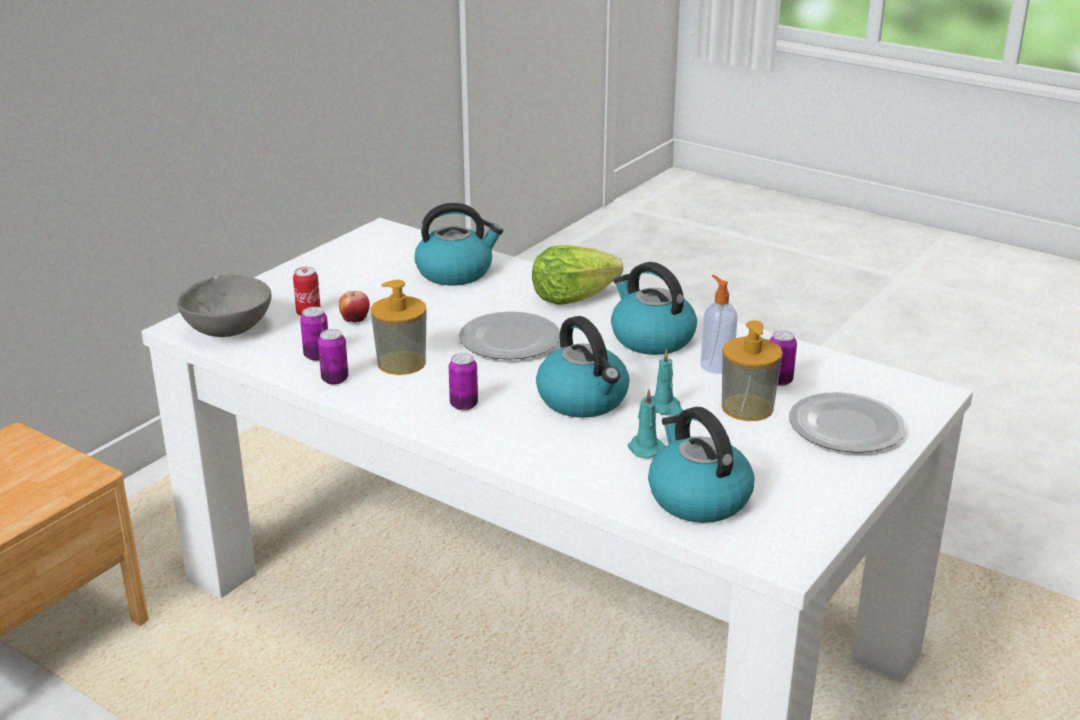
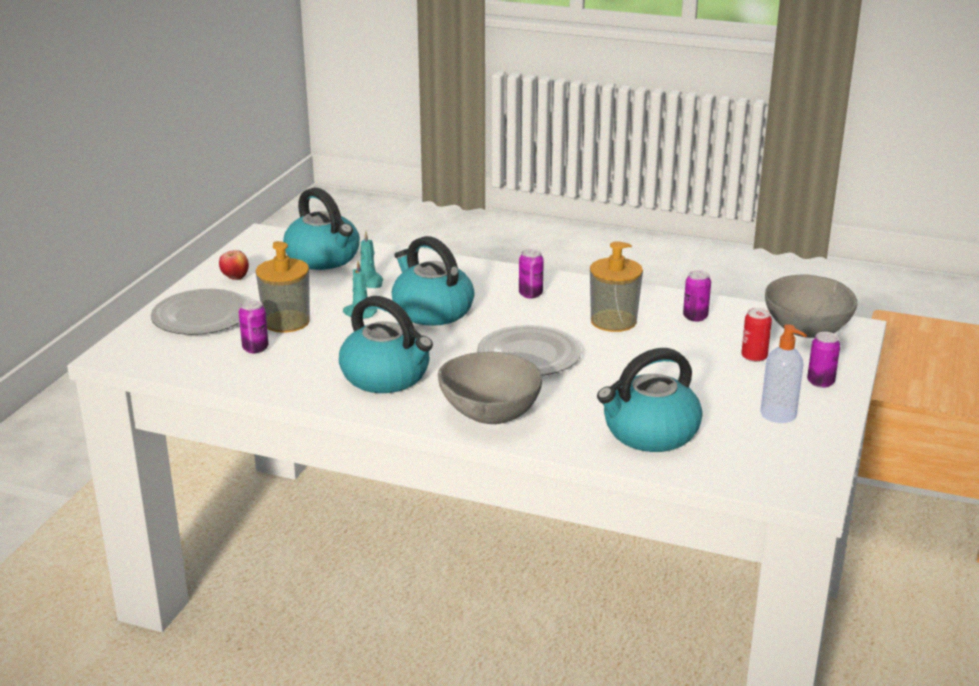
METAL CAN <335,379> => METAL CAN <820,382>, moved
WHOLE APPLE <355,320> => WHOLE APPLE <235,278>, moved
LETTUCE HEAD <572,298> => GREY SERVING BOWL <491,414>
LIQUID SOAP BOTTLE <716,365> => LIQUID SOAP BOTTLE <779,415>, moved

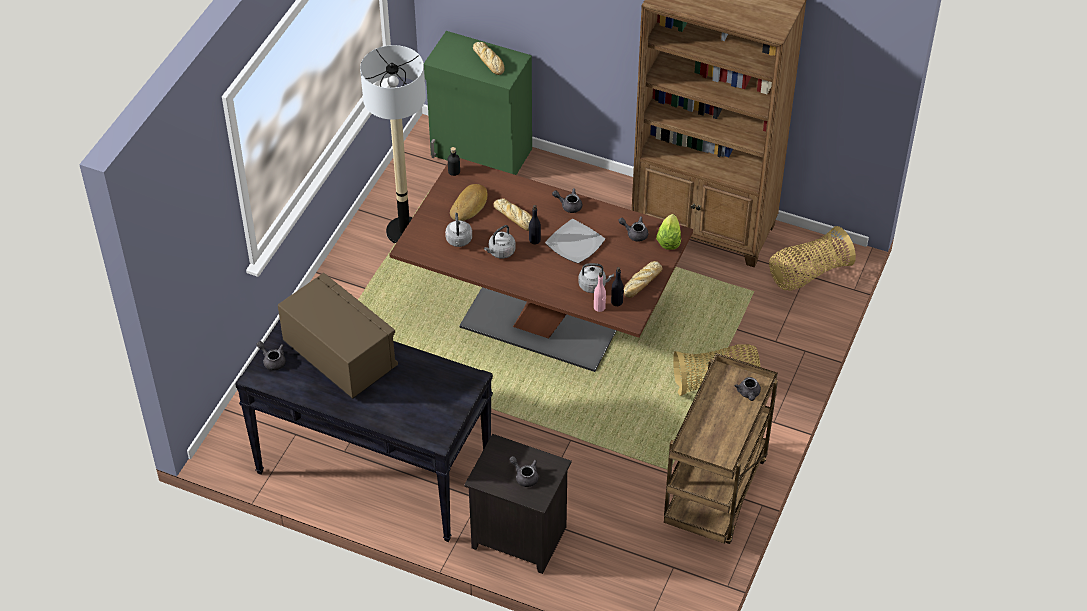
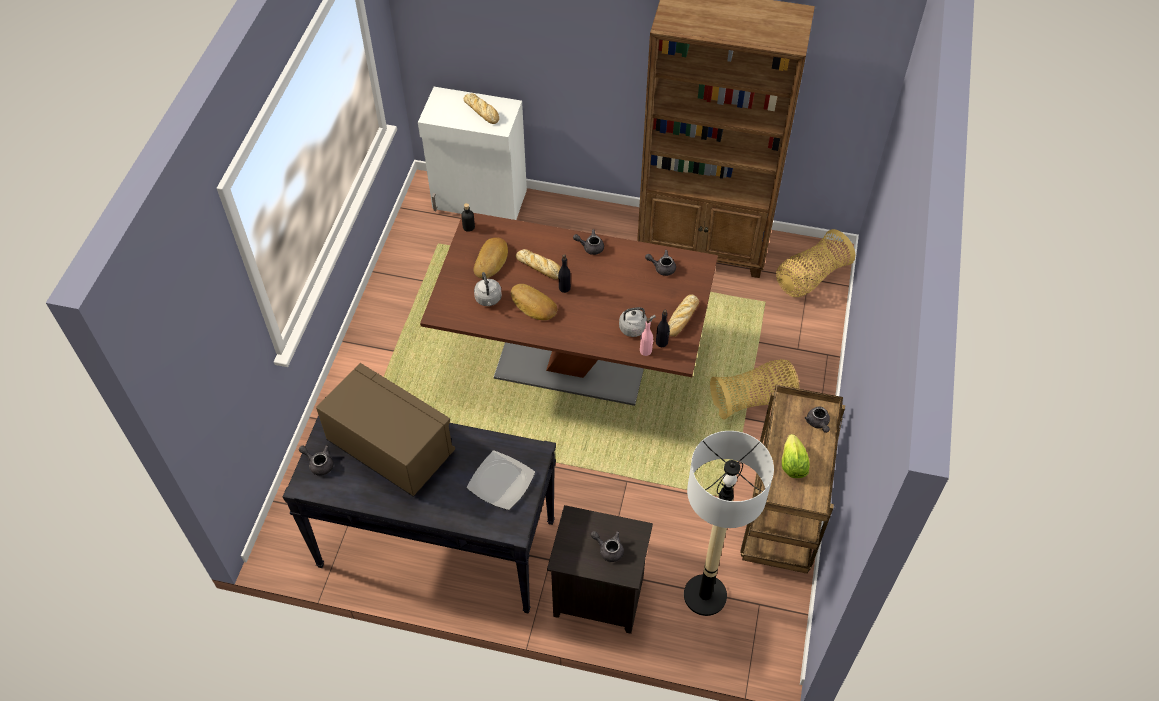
STANDARD LAMP <404,231> => STANDARD LAMP <705,595>, moved
GREEN STORAGE CABINET <481,153> => WHITE STORAGE CABINET <480,200>
GREY KETTLE <500,252> => BAKED BREAD <533,305>
FLAT DISH <575,243> => FLAT DISH <502,482>, moved
LETTUCE HEAD <669,240> => LETTUCE HEAD <792,464>, moved

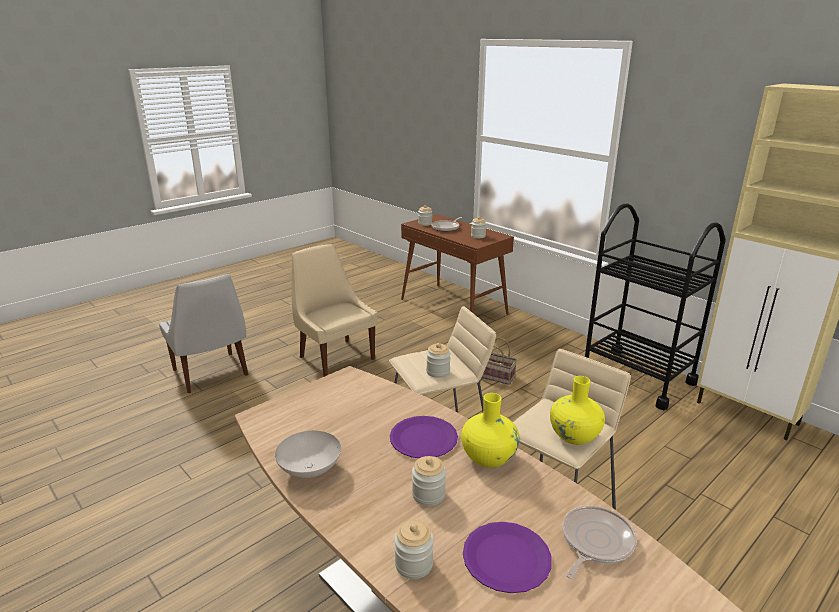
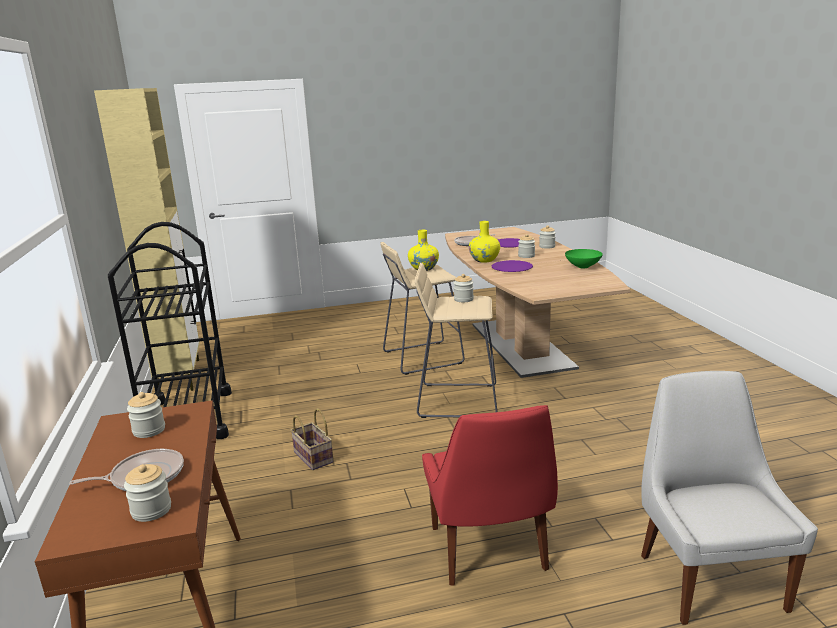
WHITE SERVING BOWL <309,469> => GREEN SERVING BOWL <583,267>
BEIGE-COLOURED CHAIR <335,357> => RED-COLOURED CHAIR <489,551>

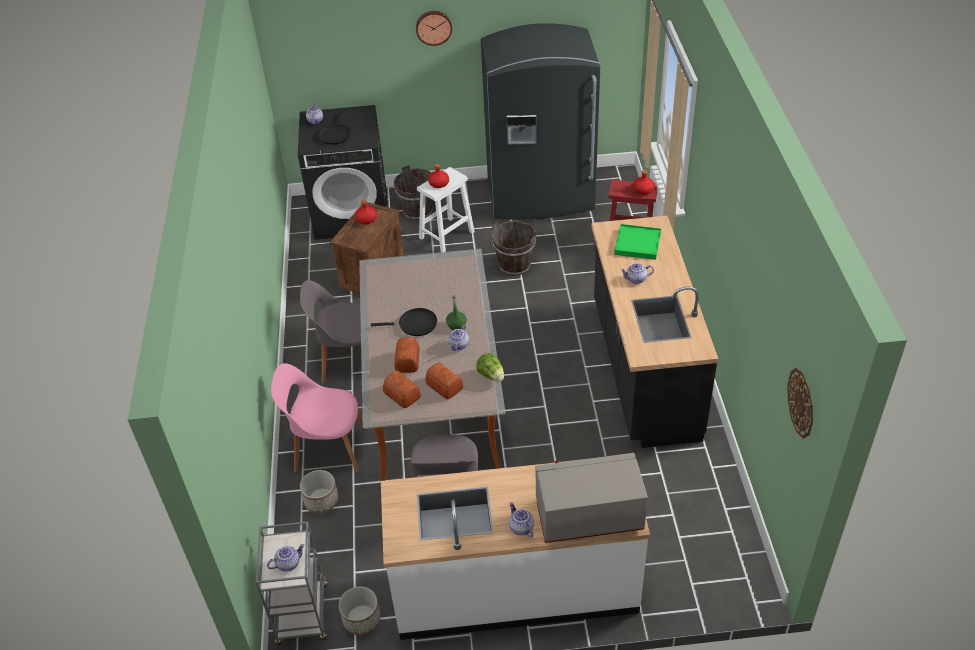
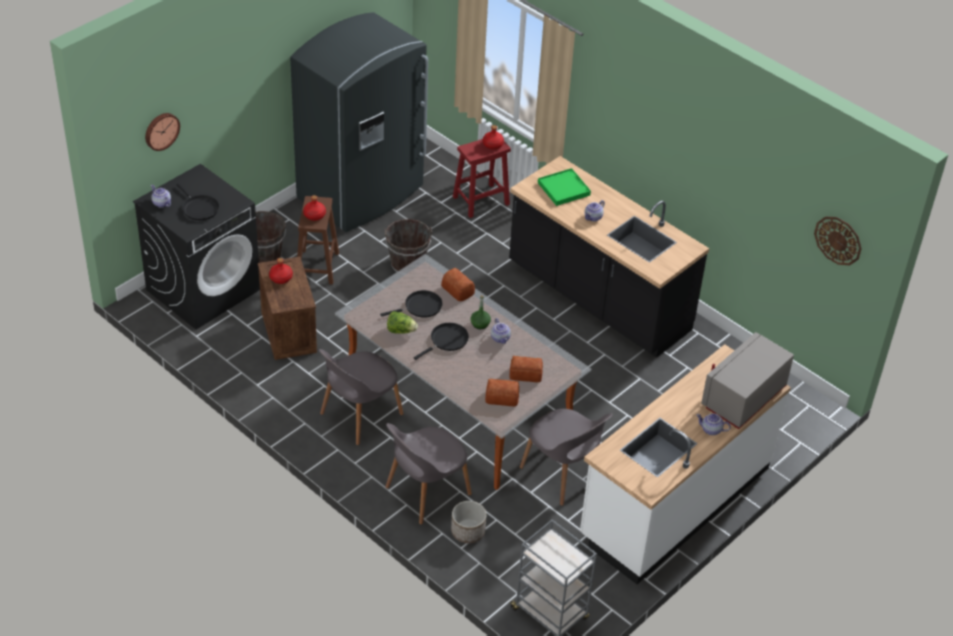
POT FOR TEA <288,563> => nothing
PINK-COLOURED CHAIR <328,449> => GREY CHAIR <426,492>
FLOWER POT <361,619> => nothing
BAKED BREAD <408,360> => BAKED BREAD <458,289>, moved
CLOCK ON THE WALL <433,27> => CLOCK ON THE WALL <161,130>, moved
WHITE STOOL <446,235> => BROWN-COLOURED STOOL <317,267>
LETTUCE HEAD <491,375> => LETTUCE HEAD <401,330>, moved
nothing => BLACKISH FRYING PAN <420,307>

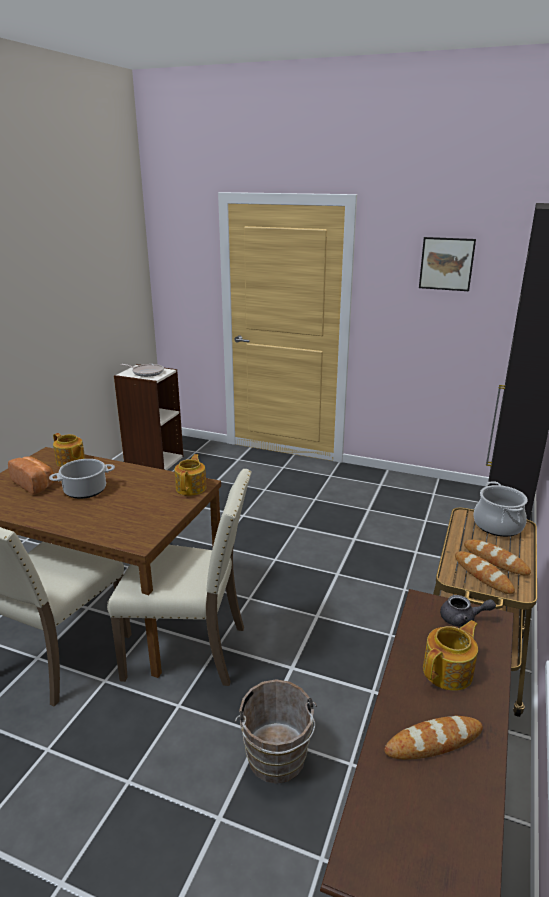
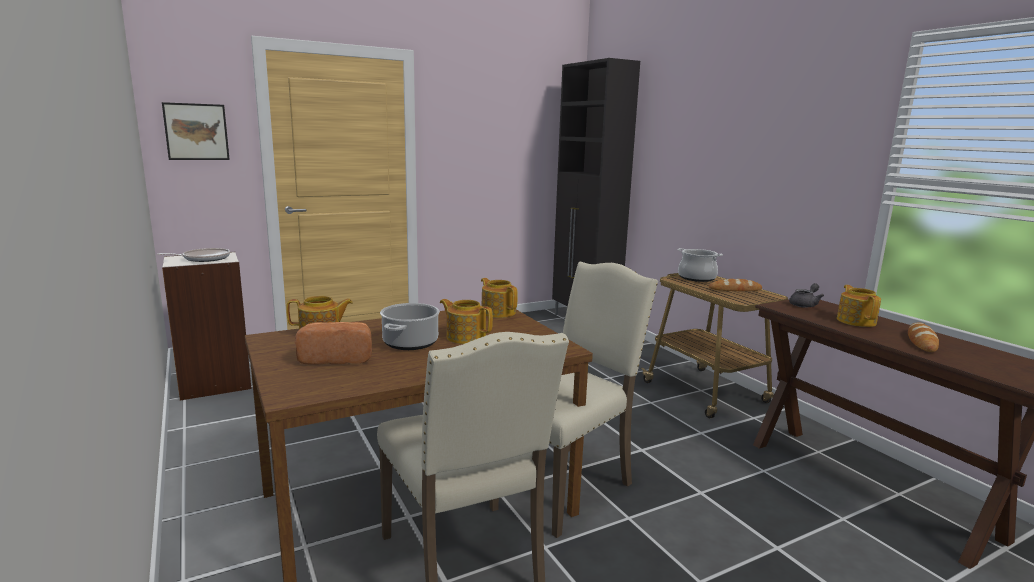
BROWN-COLOURED PAIL <276,761> => nothing
WALL ART <446,264> => WALL ART <196,132>, moved
BAKED BREAD <483,575> => nothing
nothing => POT FOR TEA <465,337>

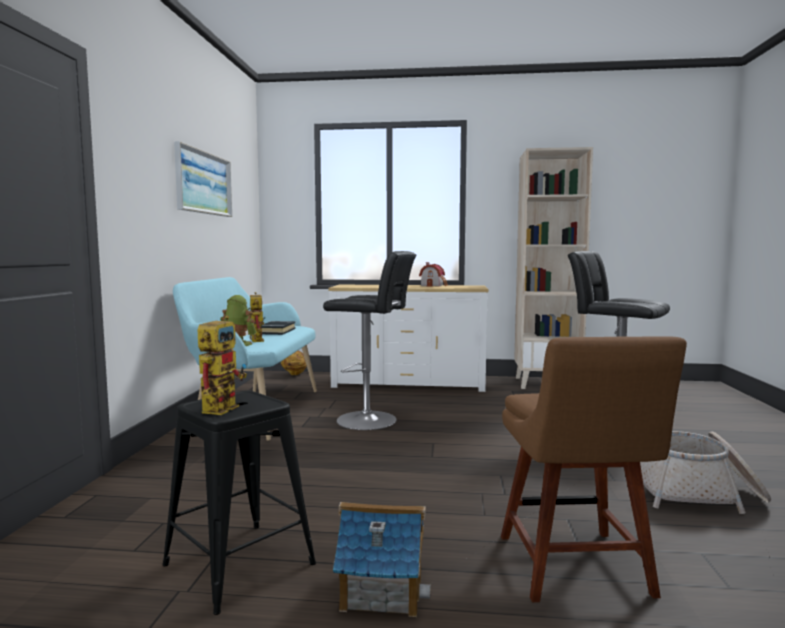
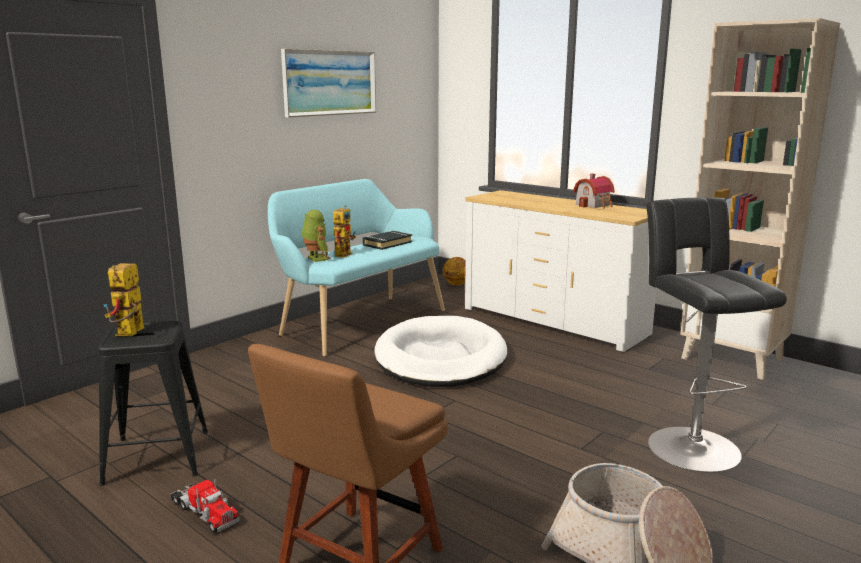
ROBOT FIGURE <222,407> => ROBOT FIGURE <129,334>, 135 degrees clockwise
BLACKISH STOOL <371,420> => WHITE DOG CUSHION <440,358>
MINIATURE HOUSE <381,589> => TOY TRUCK <204,512>

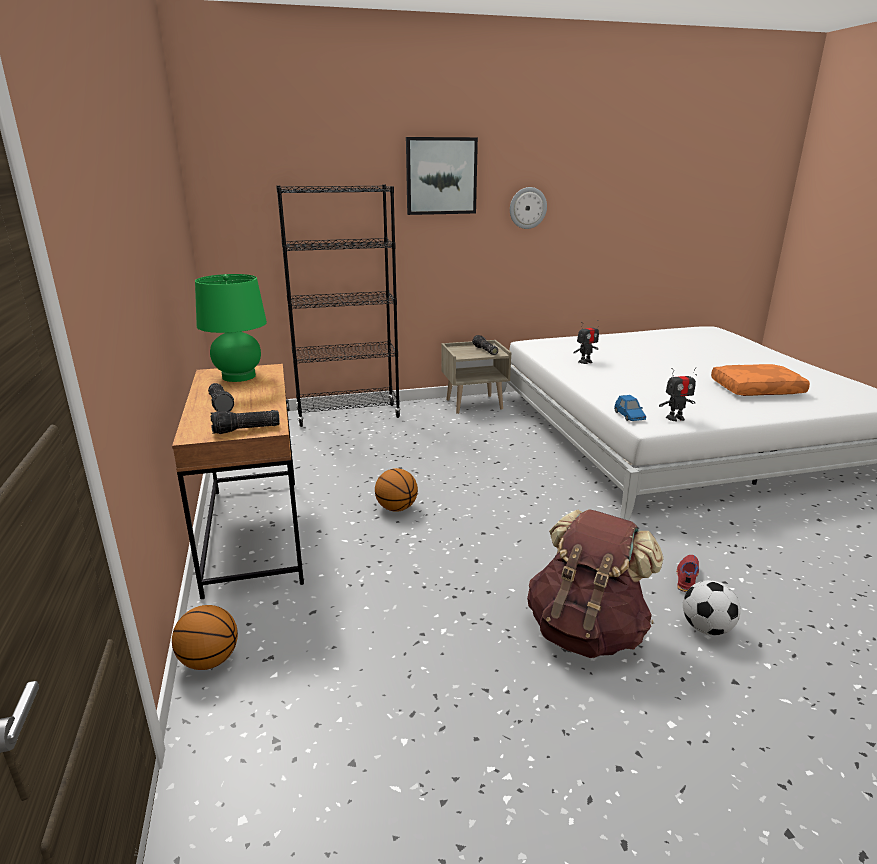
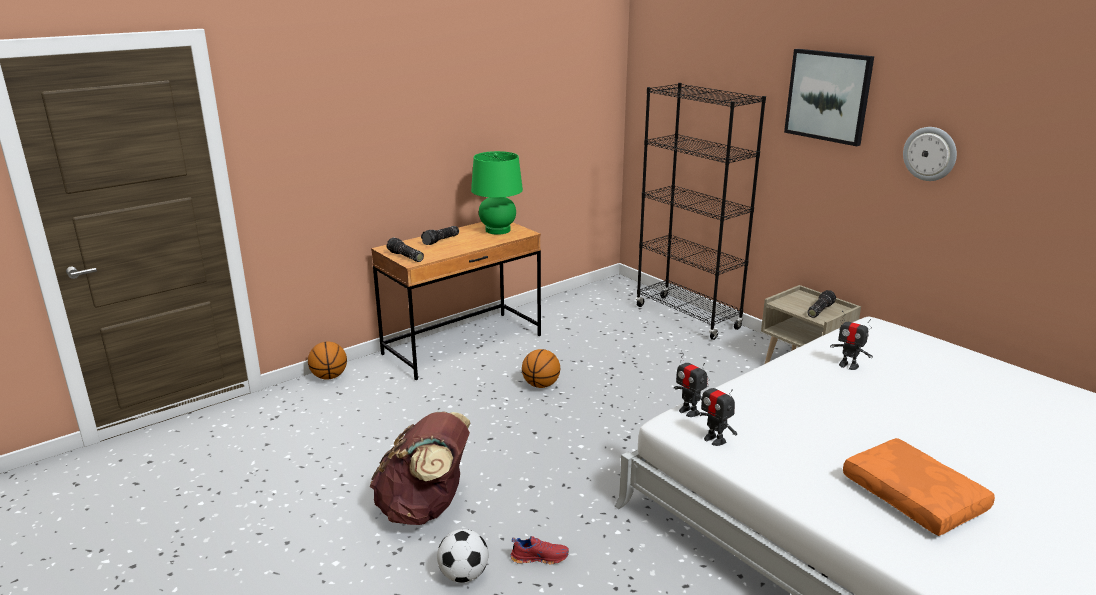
BLUISH MODEL CAR <629,416> => ROBOT FIGURE <689,411>

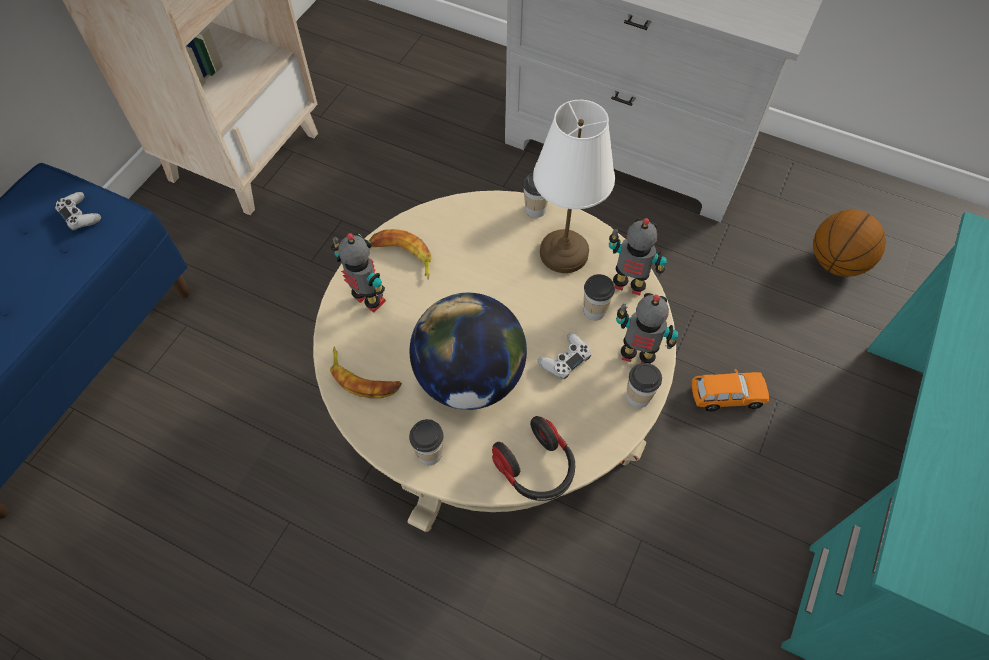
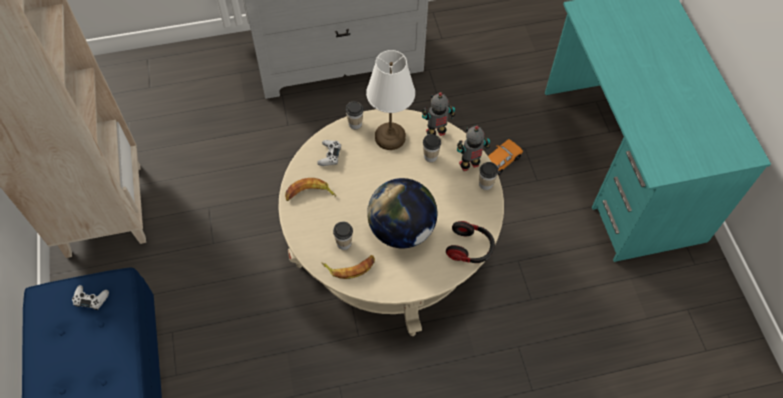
ROBOT FIGURE <367,301> => nothing
CUP <429,453> => CUP <344,243>, moved
WHITE GAMEPAD <565,359> => WHITE GAMEPAD <329,155>, moved
BASKETBALL <836,262> => nothing

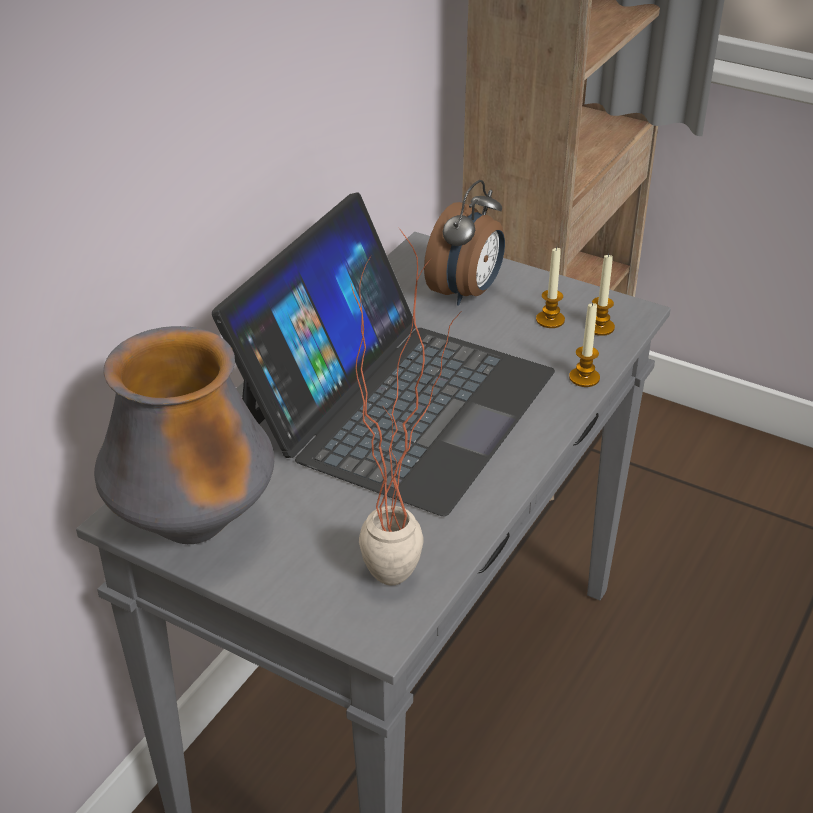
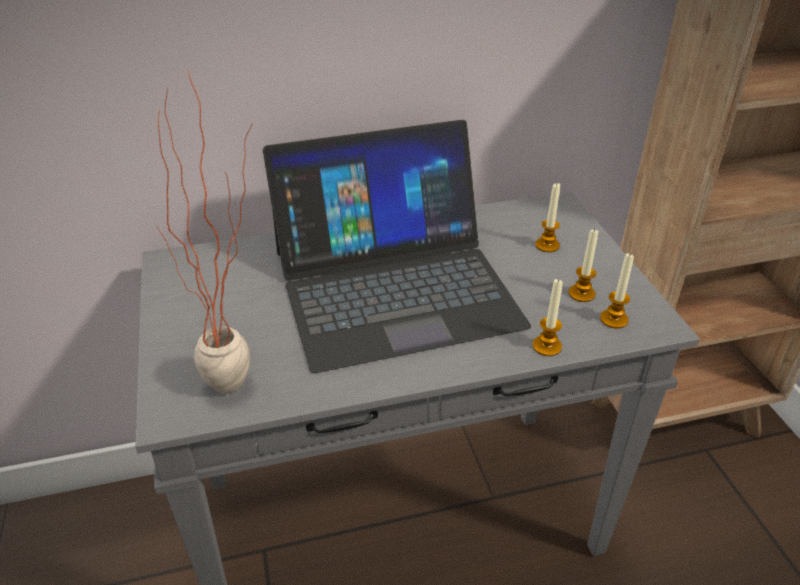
FLOWER VASE <194,525> => nothing
TABLE CLOCK <466,293> => WAX CANDLE <547,245>

